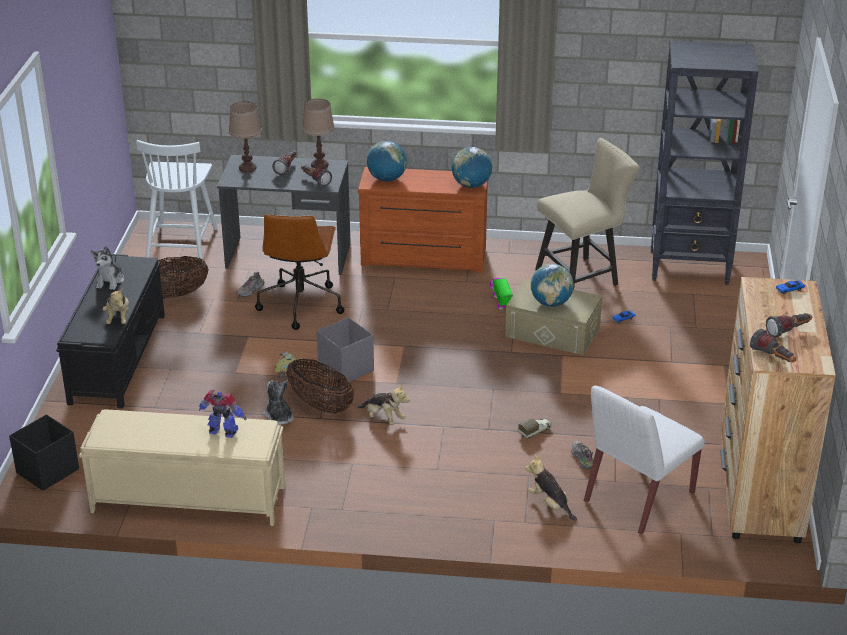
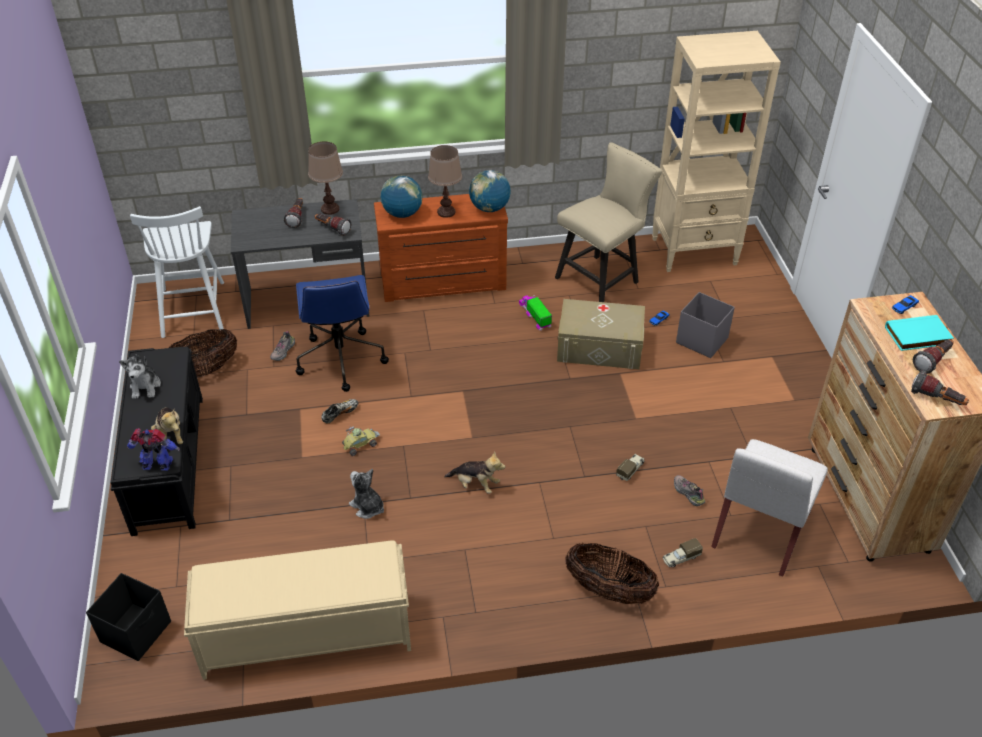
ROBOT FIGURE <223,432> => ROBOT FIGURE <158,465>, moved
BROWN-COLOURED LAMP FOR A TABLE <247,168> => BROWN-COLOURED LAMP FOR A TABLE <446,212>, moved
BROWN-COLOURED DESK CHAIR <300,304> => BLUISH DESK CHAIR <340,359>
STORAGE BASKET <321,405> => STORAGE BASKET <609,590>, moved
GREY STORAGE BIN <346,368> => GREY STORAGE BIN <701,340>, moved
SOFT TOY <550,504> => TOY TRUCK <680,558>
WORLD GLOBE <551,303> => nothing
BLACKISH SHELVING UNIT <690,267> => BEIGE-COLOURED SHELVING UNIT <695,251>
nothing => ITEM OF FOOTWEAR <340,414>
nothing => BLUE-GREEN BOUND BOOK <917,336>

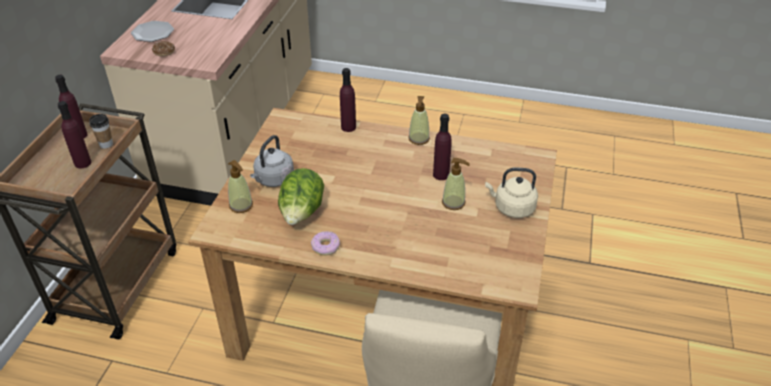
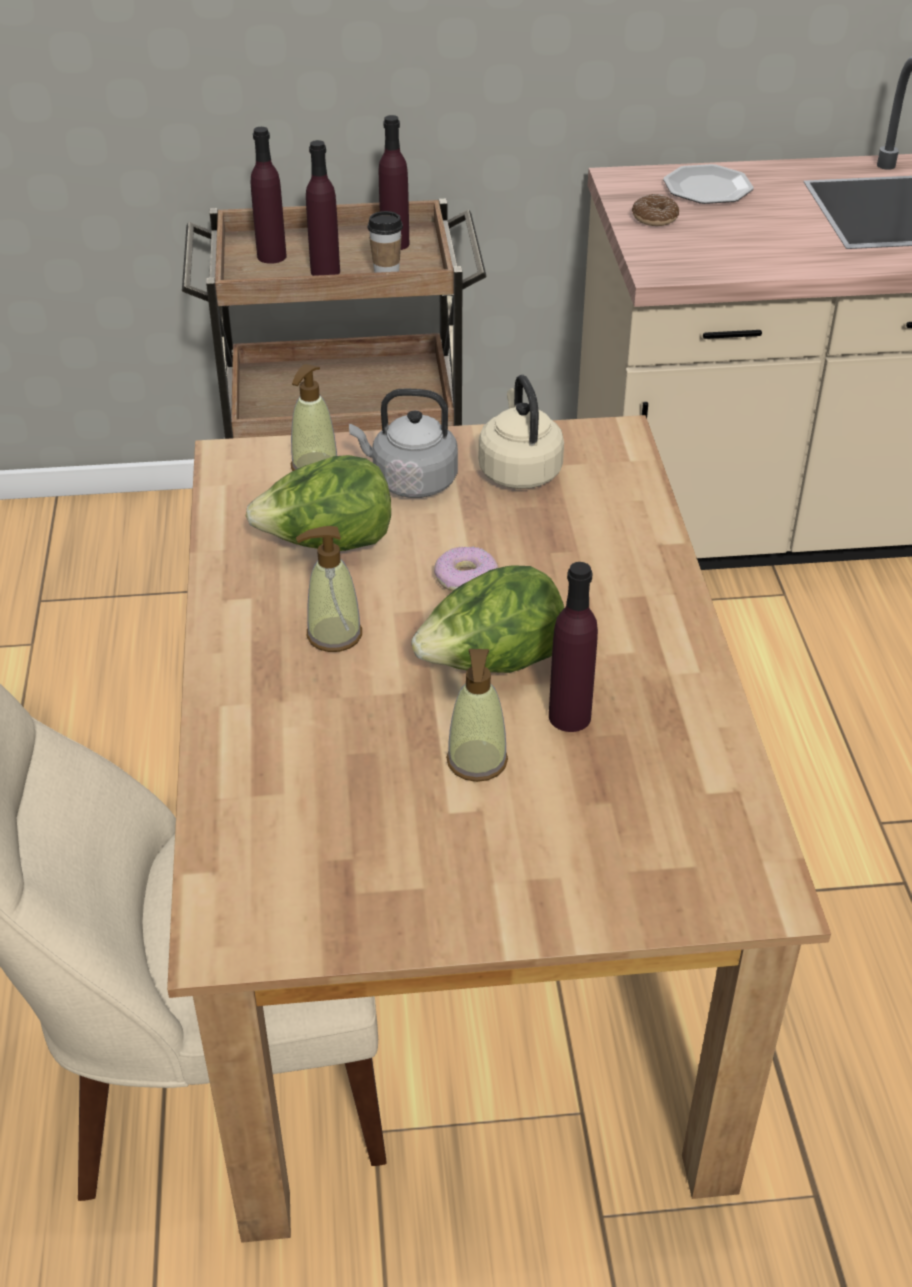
DONUT <325,246> => DONUT <465,578>, moved
PURPLE BEVERAGE BOTTLE <348,127> => PURPLE BEVERAGE BOTTLE <271,256>, moved
LIQUID SOAP BOTTLE <419,139> => LIQUID SOAP BOTTLE <333,635>, moved
BEIGE-COLOURED KETTLE <512,208> => BEIGE-COLOURED KETTLE <519,470>, moved
nothing => LETTUCE HEAD <492,664>

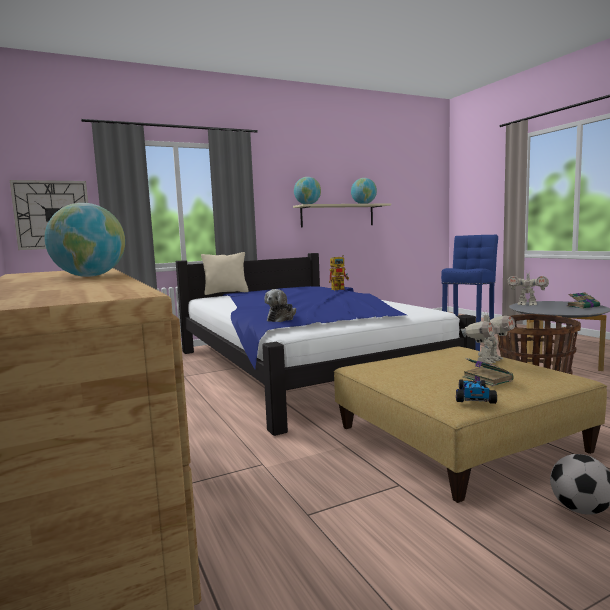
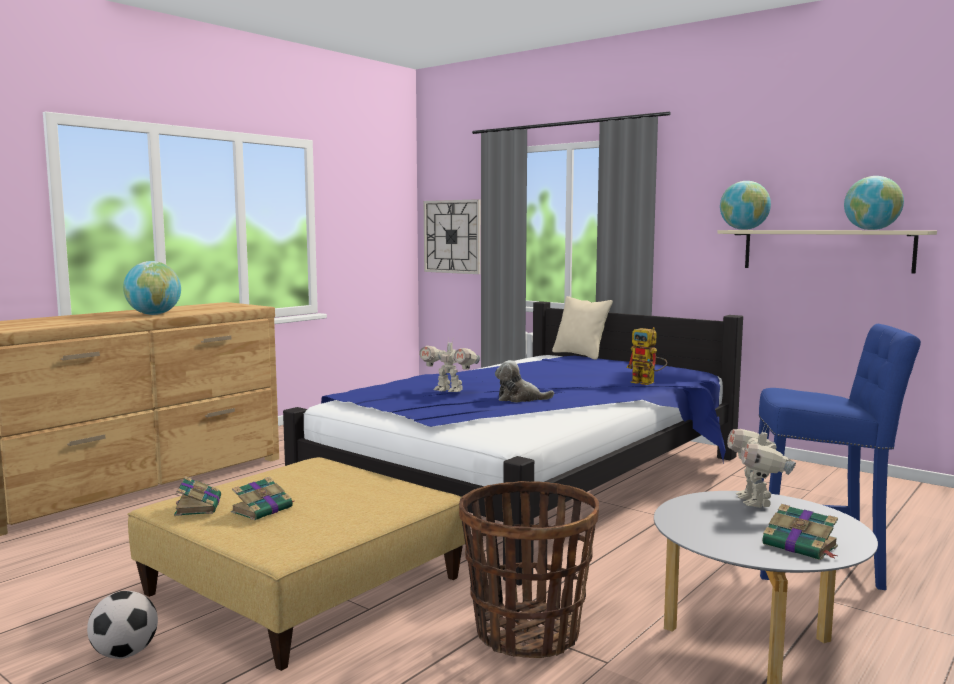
SOFT TOY <281,319> => SOFT TOY <520,399>, moved
MODEL CAR <473,395> => BOUND BOOK <198,506>
ROBOT FIGURE <488,361> => ROBOT FIGURE <449,391>, moved

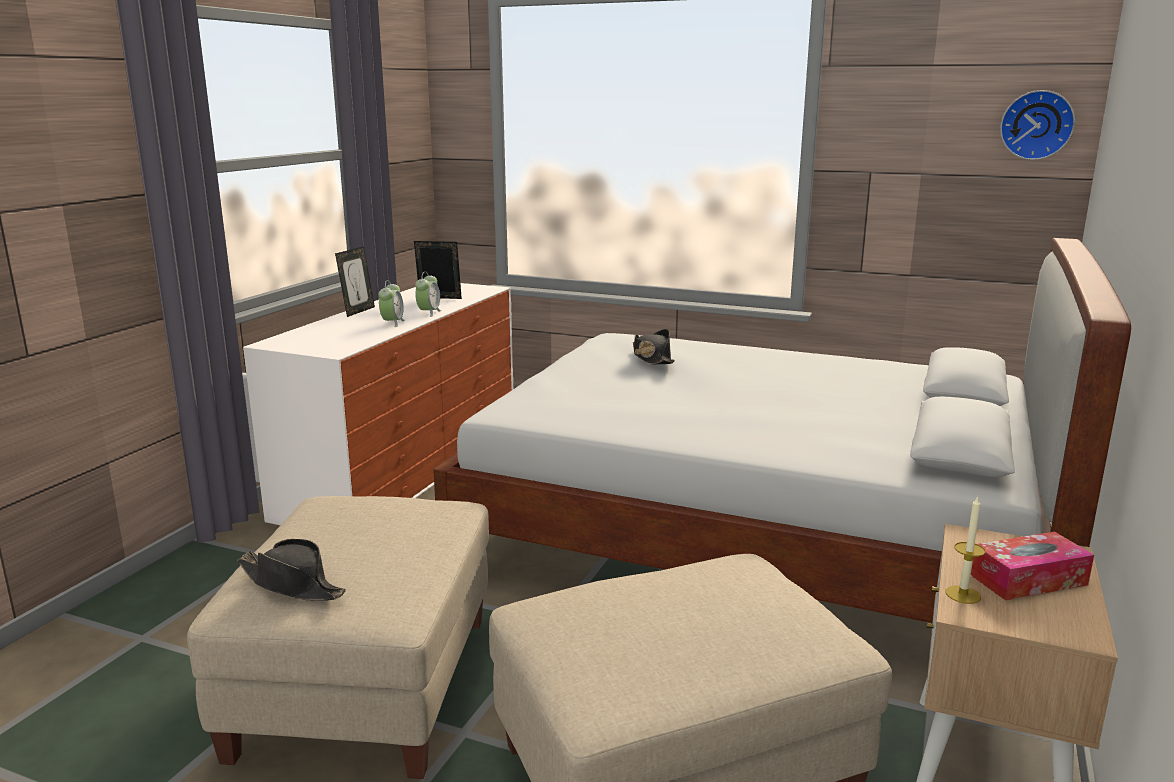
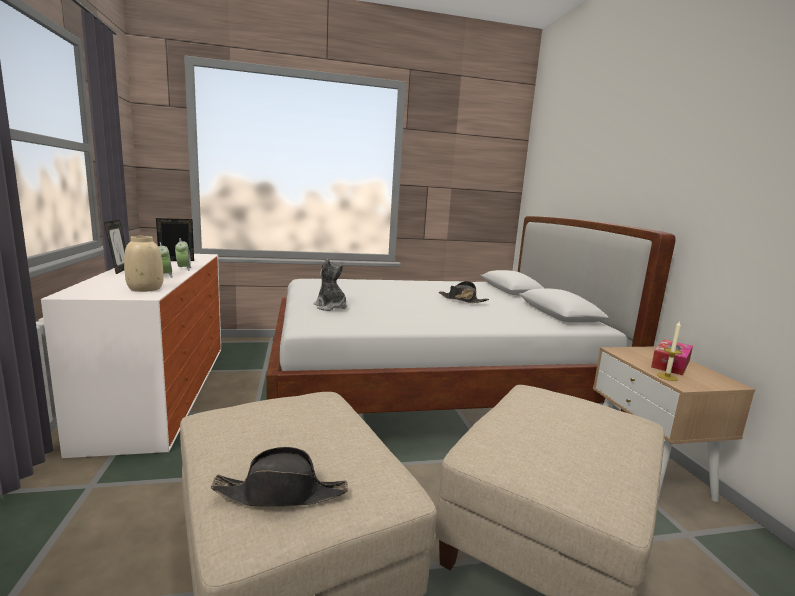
BLACKISH CLOTHING HAT <652,358> => BLACKISH CLOTHING HAT <462,300>, moved
CLOCK ON THE WALL <1036,125> => nothing
nothing => BEIGE-COLOURED FLOWER VASE <145,288>
nothing => SOFT TOY <330,307>

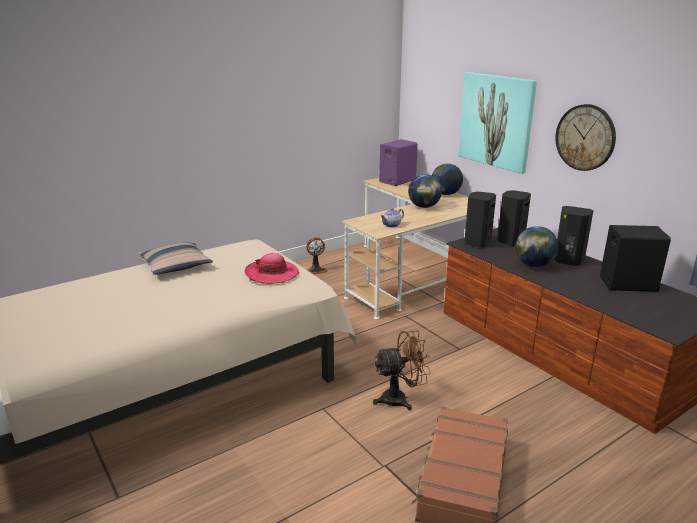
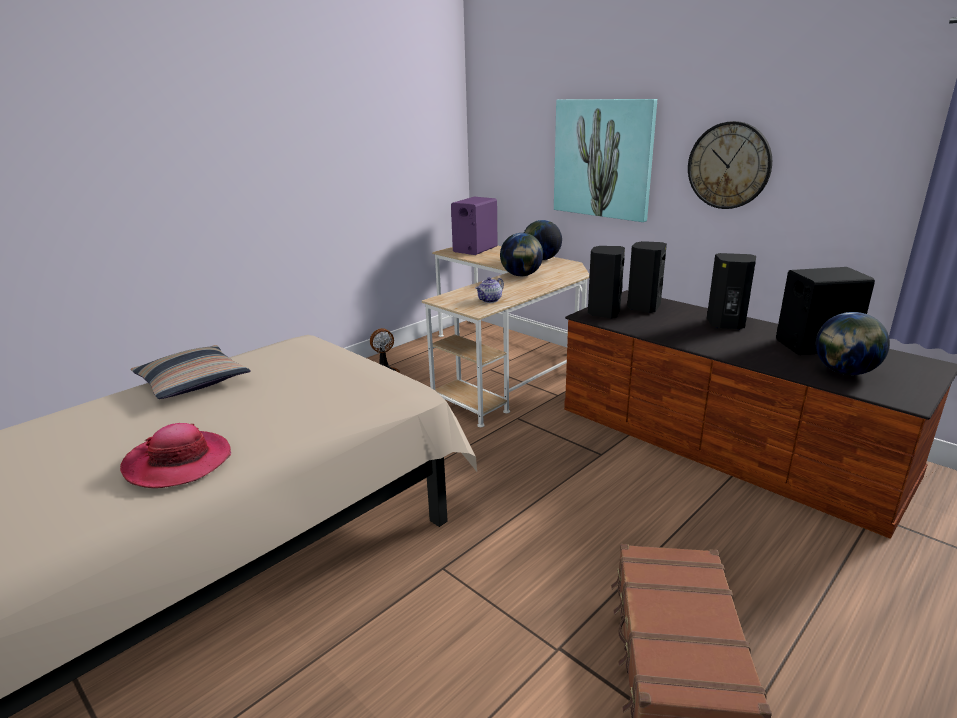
CLOTHING HAT <271,274> => CLOTHING HAT <178,462>, moved
BROWN-COLOURED COOLING FAN <400,399> => nothing
WORLD GLOBE <534,265> => WORLD GLOBE <844,372>, moved

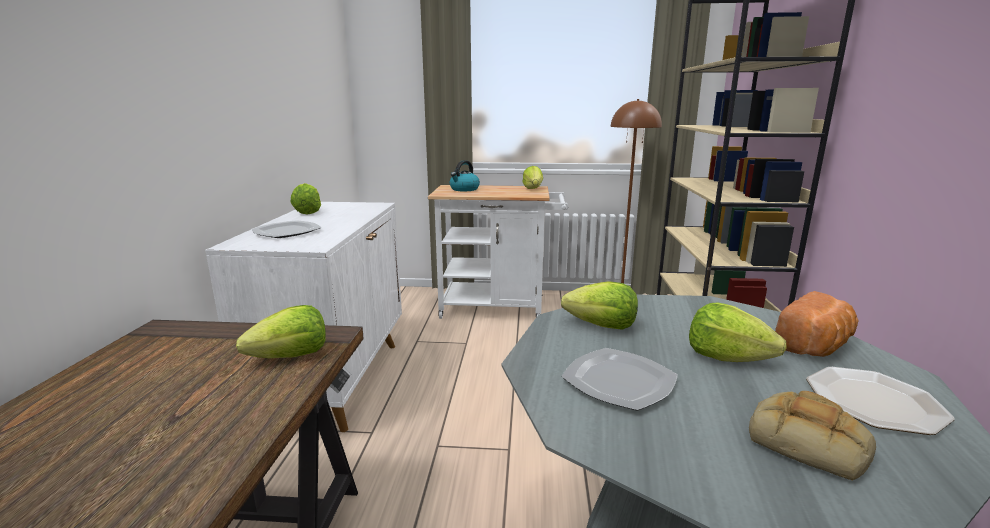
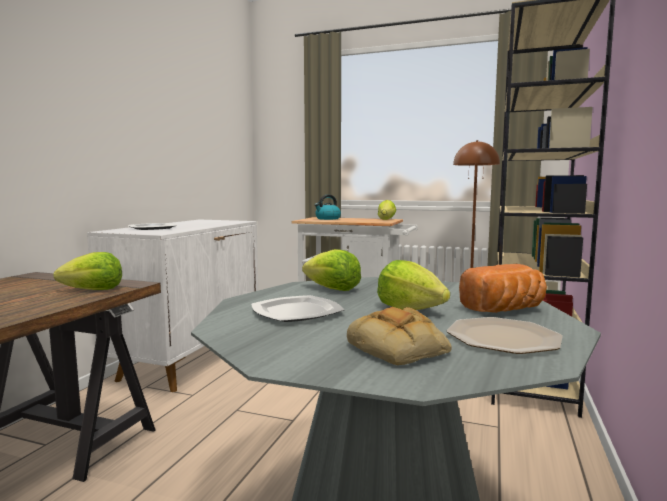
LETTUCE HEAD <308,212> => nothing

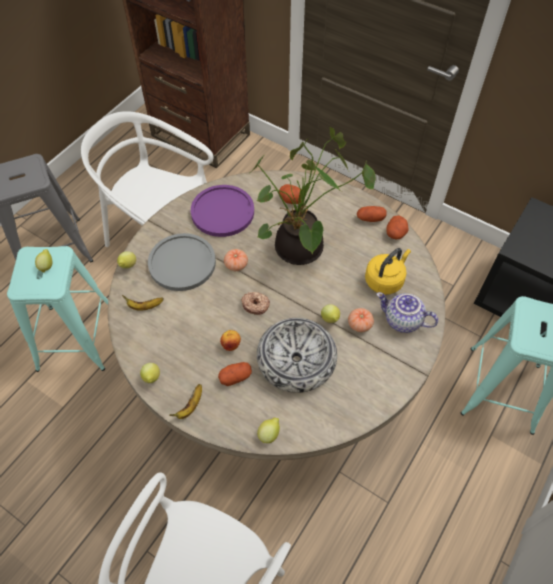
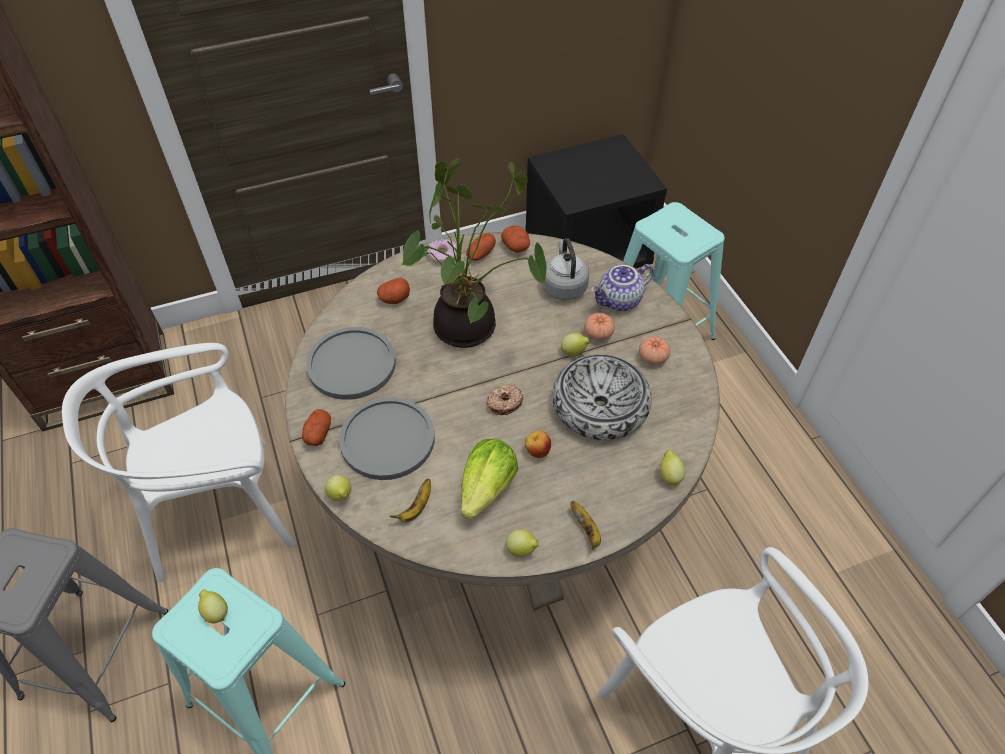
PURPLE FLAT DISH <222,212> => GREY FLAT DISH <351,364>
SPUD <235,377> => SPUD <318,433>, moved
TOMATO <236,265> => TOMATO <652,357>, moved
YELLOW KETTLE <385,280> => GREY KETTLE <563,286>
nothing => DONUT <443,255>
nothing => LETTUCE HEAD <487,489>

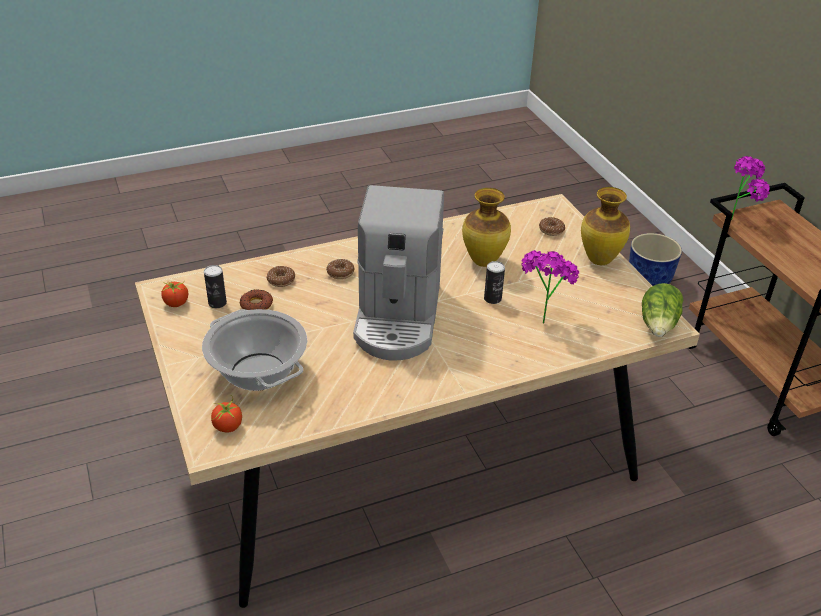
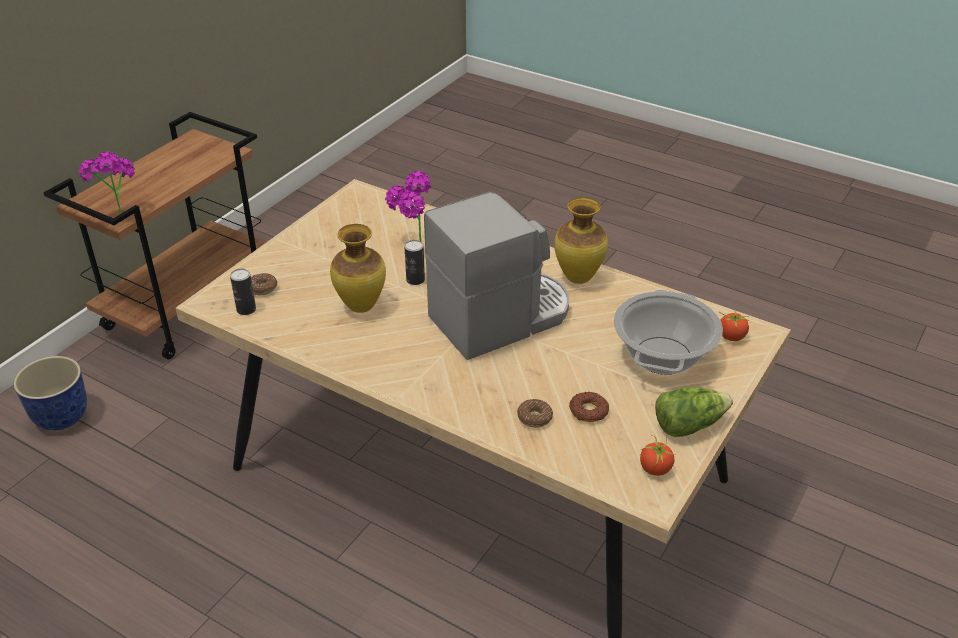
METAL CAN <217,303> => METAL CAN <246,309>, moved
DONUT <340,273> => nothing
FLOWER VASE <599,260> => FLOWER VASE <578,278>, moved
LETTUCE HEAD <658,325> => LETTUCE HEAD <688,424>, moved

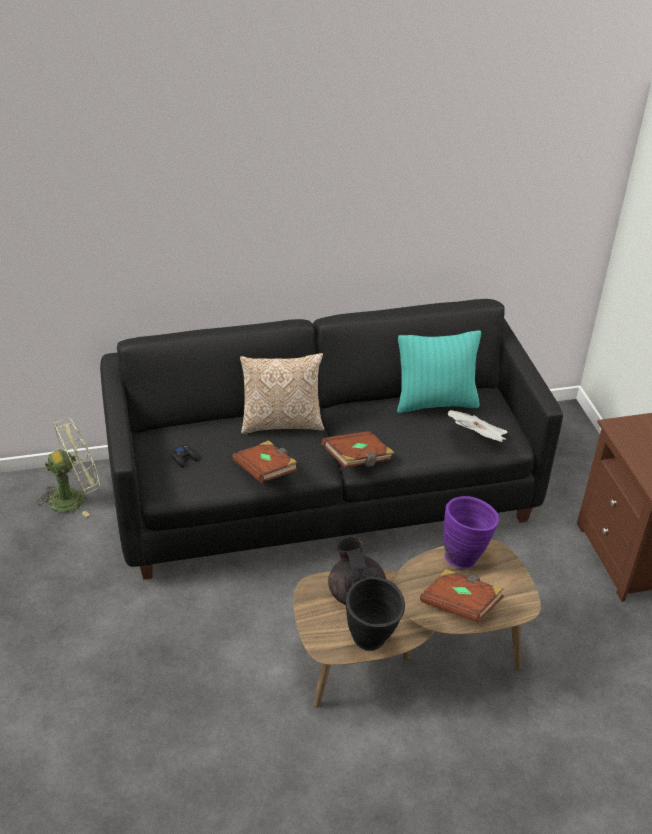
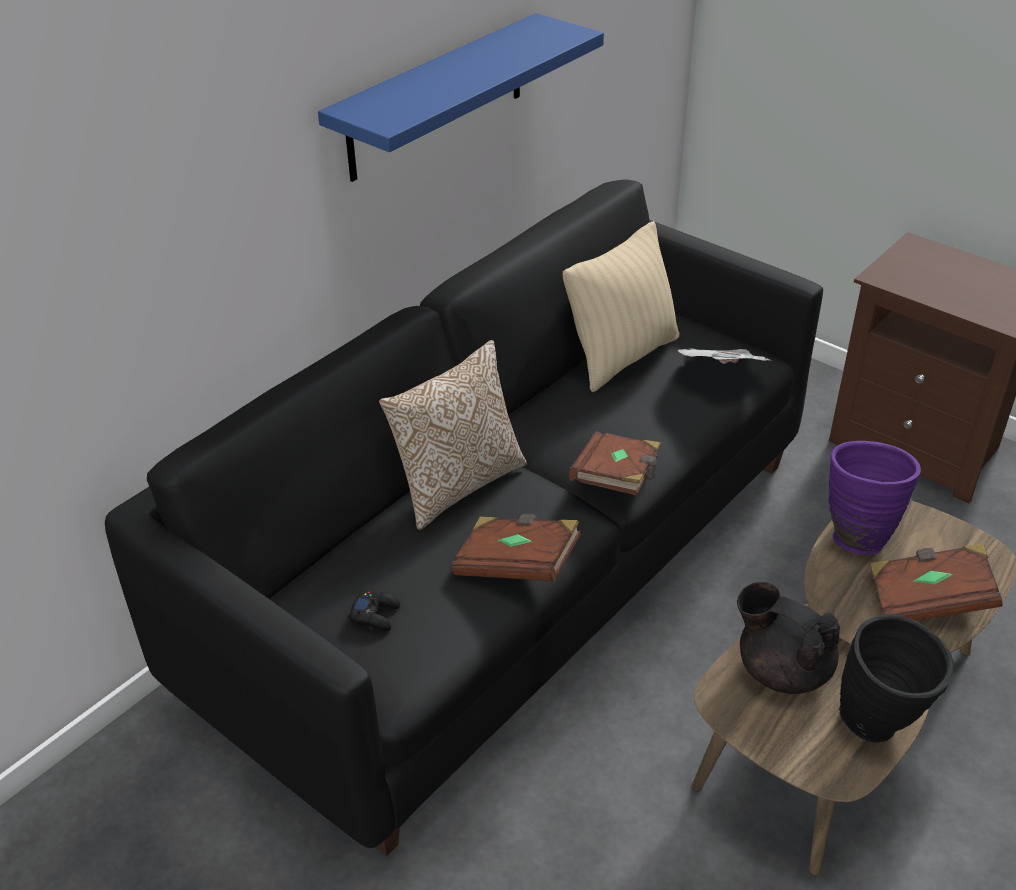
GREEN COOLING FAN <74,497> => nothing
BLUE-GREEN PILLOW <435,403> => BEIGE-COLOURED PILLOW <622,357>
nothing => BLUISH BRACKET SHELF <437,97>

